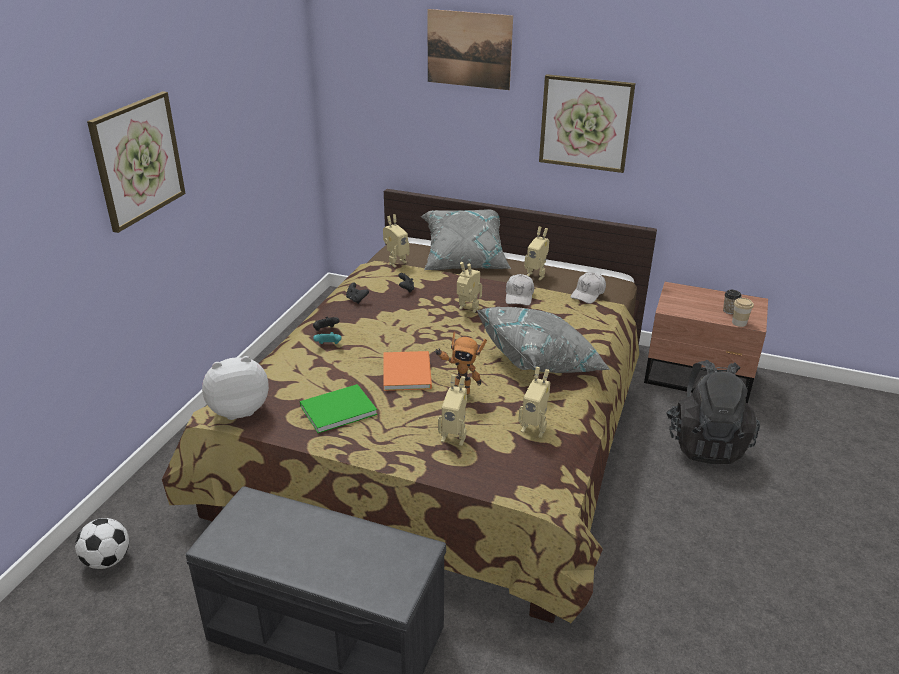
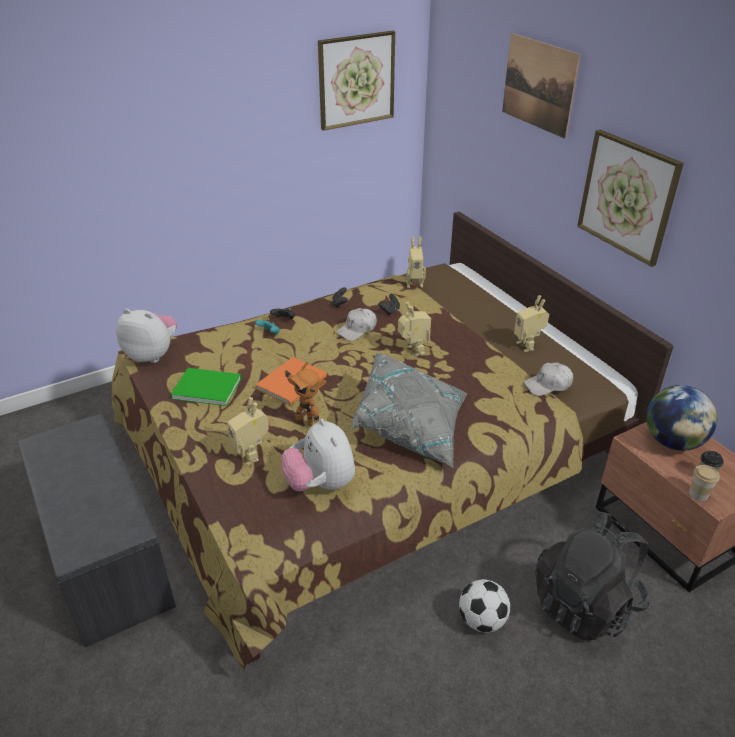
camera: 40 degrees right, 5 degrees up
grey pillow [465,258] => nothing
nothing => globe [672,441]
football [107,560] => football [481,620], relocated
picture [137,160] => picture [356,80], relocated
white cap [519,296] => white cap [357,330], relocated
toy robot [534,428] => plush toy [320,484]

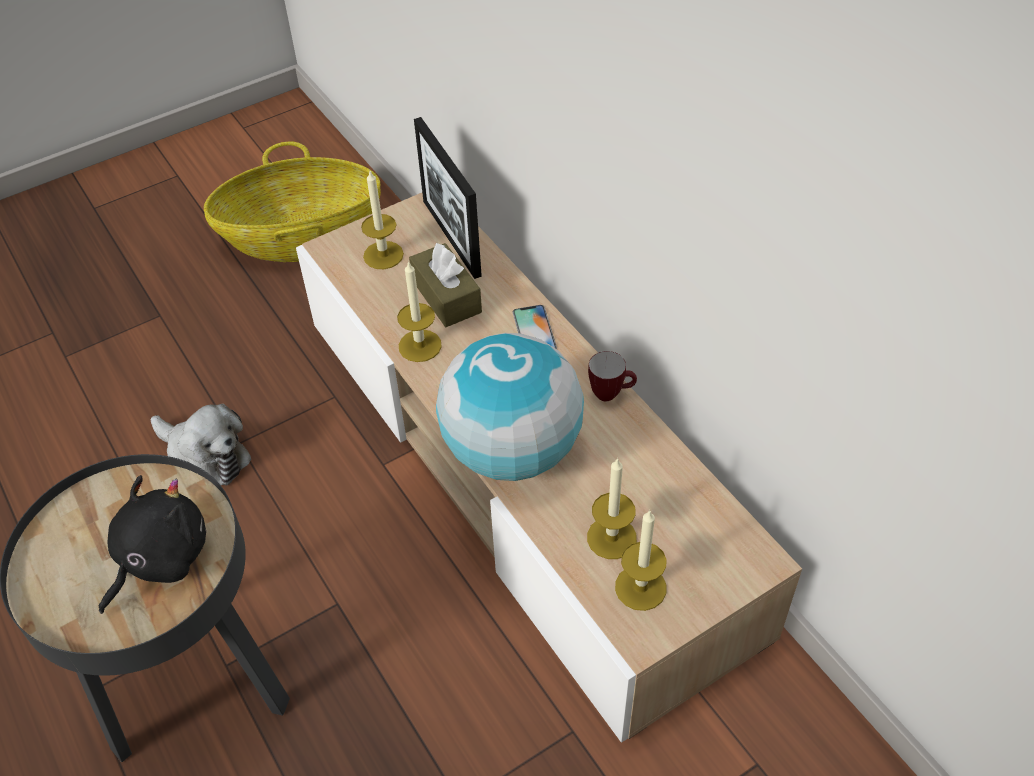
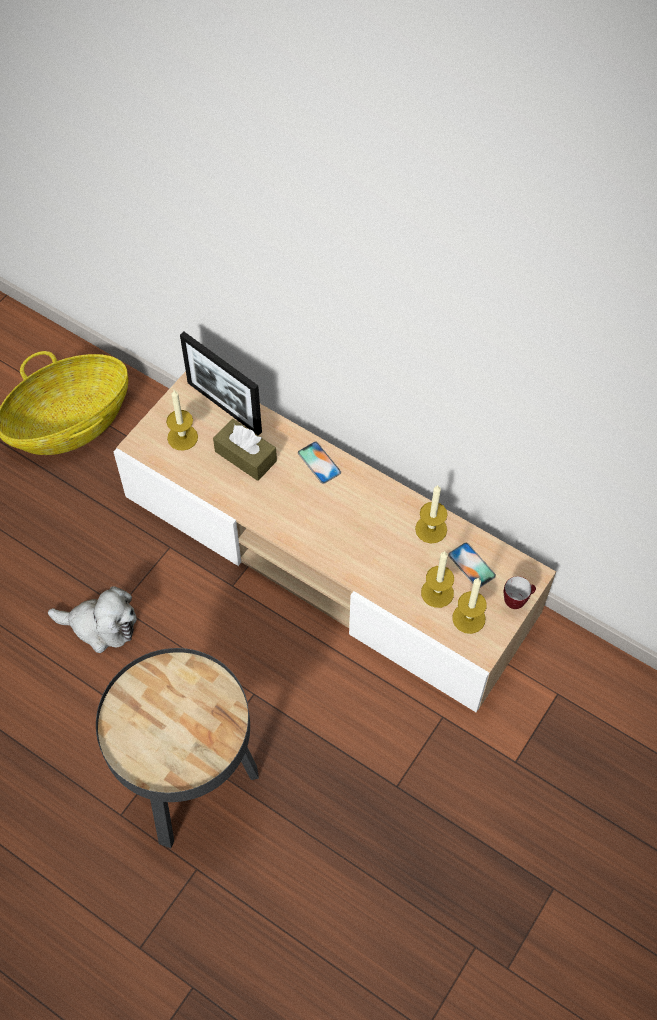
camera: 25 degrees left, 10 degrees up
black plush toy [159,558] => nothing
globe [512,451] => nothing
nothing => phone [471,565]
candle [420,345] => candle [431,529], relocated
mug [611,394] => mug [517,601], relocated

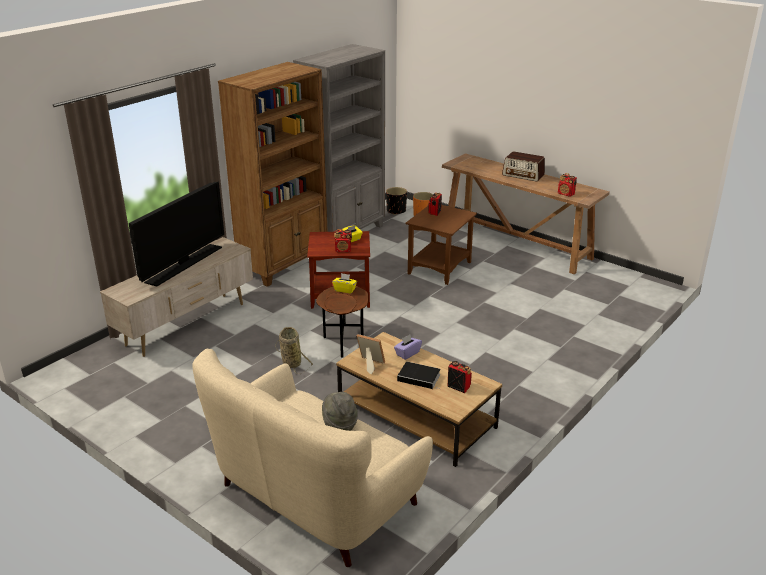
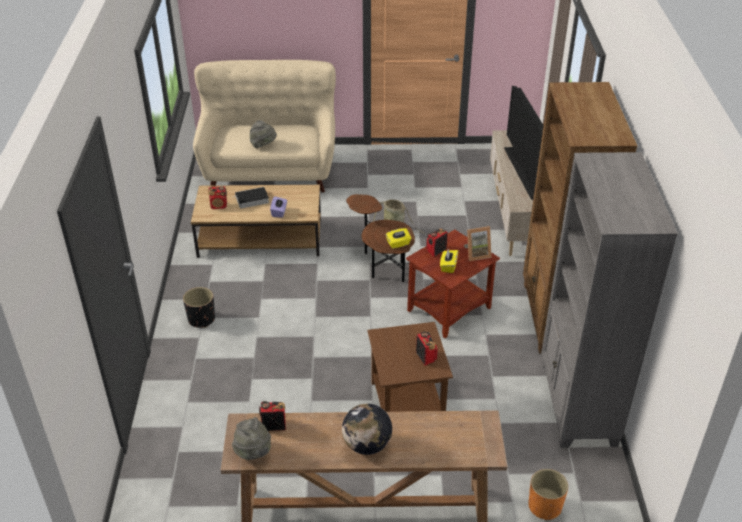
camera: 140 degrees right, 10 degrees up
nothing => grey hat [253,453]
picture frame [369,364] => picture frame [477,254], relocated
black planter [396,211] => black planter [201,319], relocated
radio [523,175] => globe [367,445]

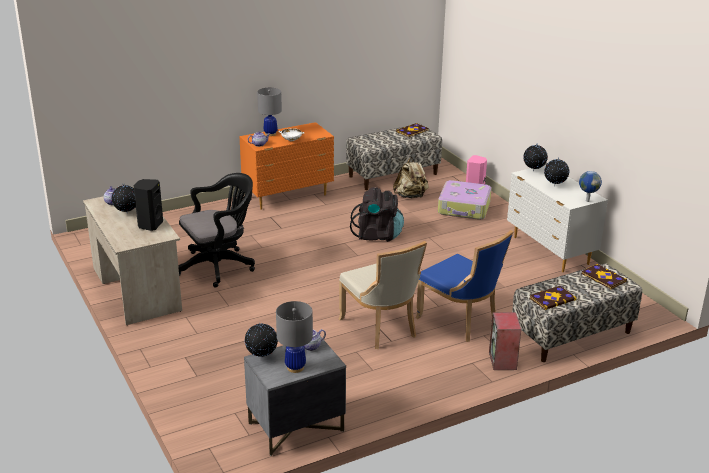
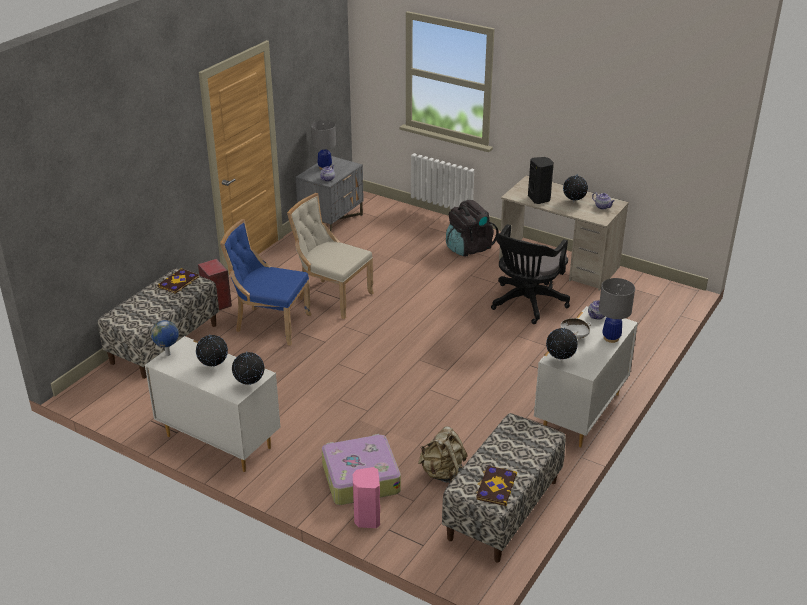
camera: 150 degrees right, 5 degrees up
book [603,278] => nothing
globe [261,357] => globe [560,360], relocated
black backpack [377,235] => black backpack [469,248], relocated
orange dresser [288,196] => white dresser [580,413]

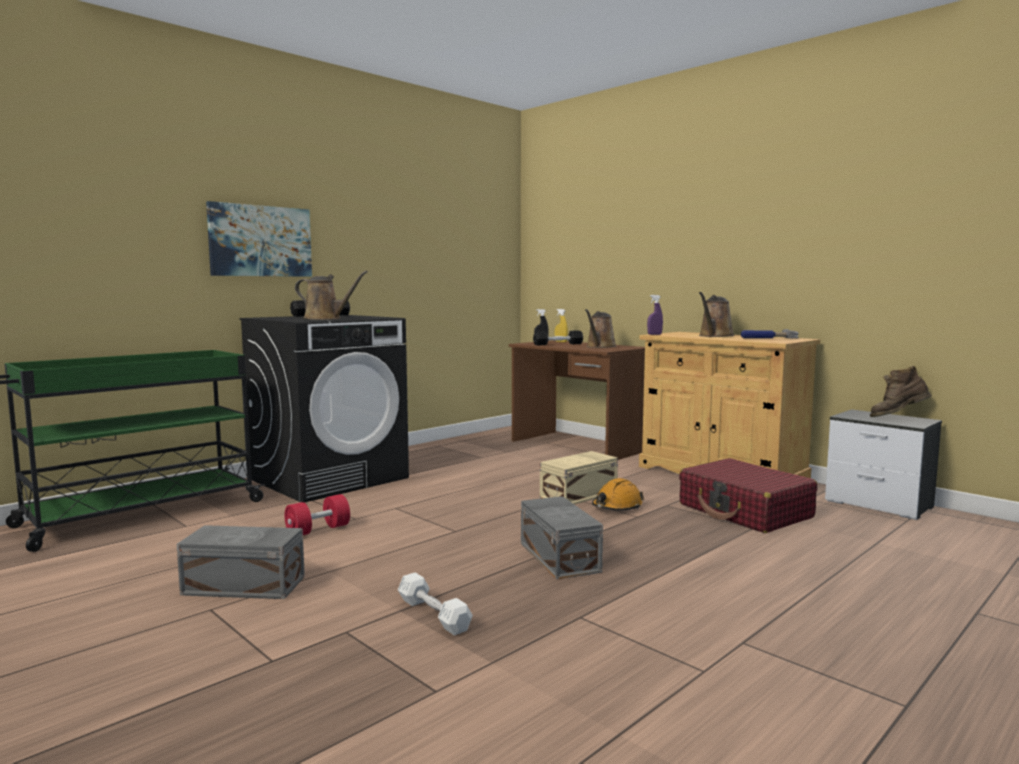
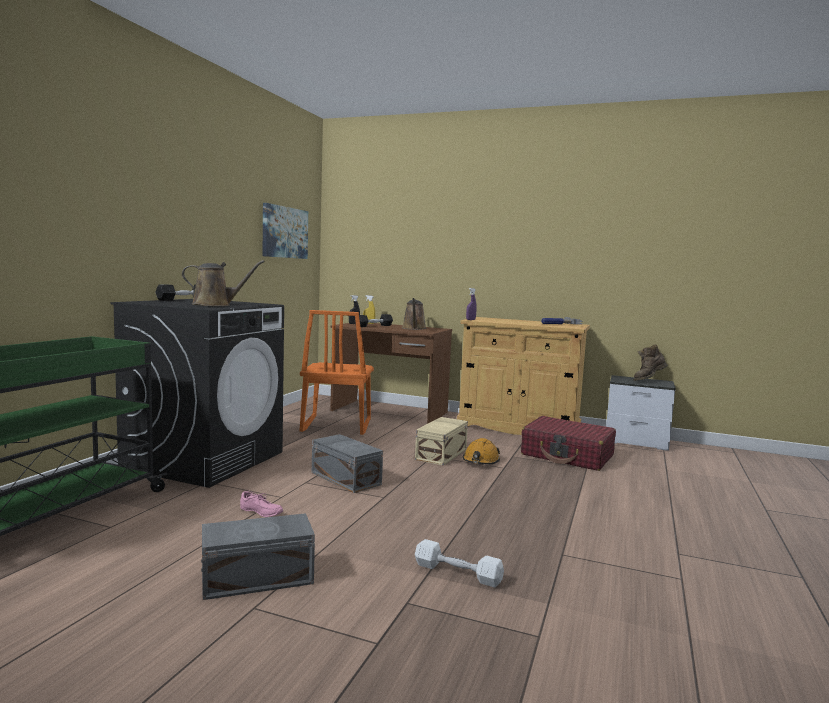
camera: 25 degrees left, 0 degrees up
brown watering can [715,336] => nothing
nothing => orange chair [335,426]
picture [260,241] => picture [284,232], relocated
grey storage box [560,556] => grey storage box [346,478], relocated
red dumbbell [318,530] => pink shoe [260,513]

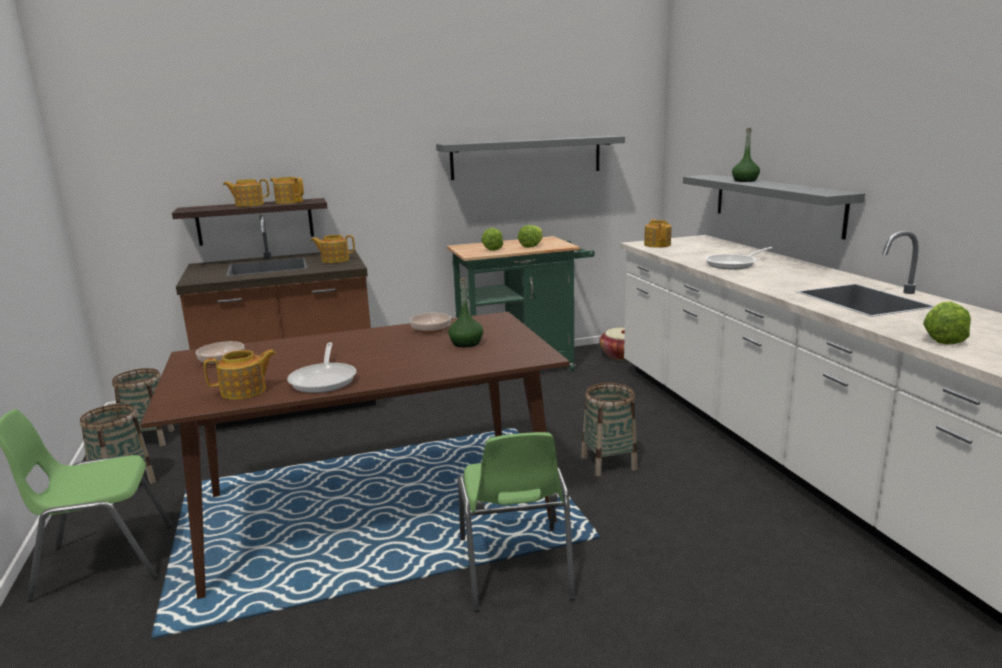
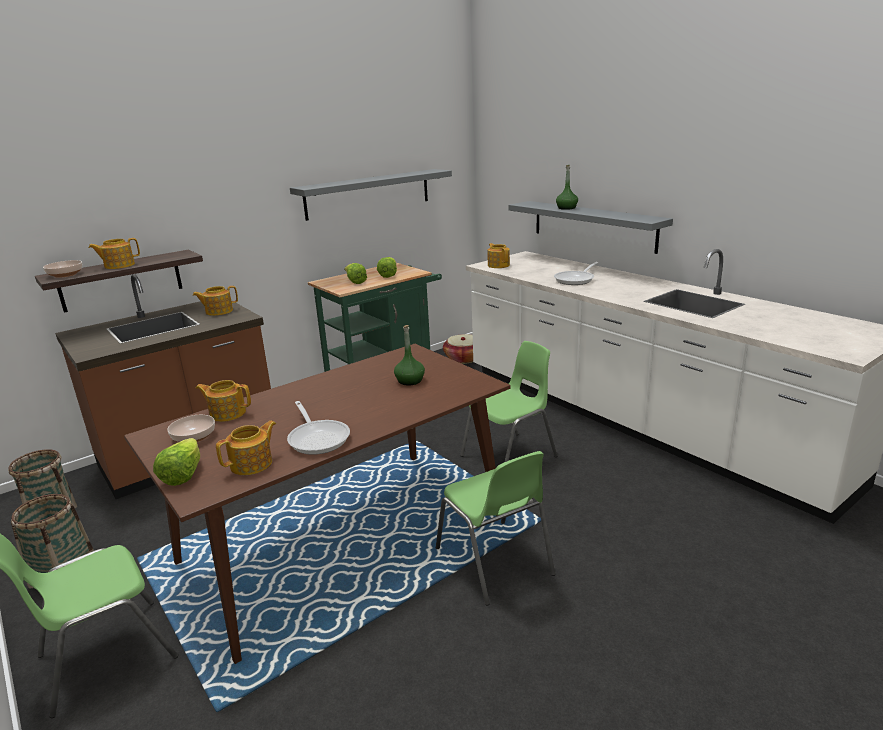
camera: 20 degrees left, 5 degrees up
teapot [289,202] => teapot [227,413], relocated
bowl [430,330] => bowl [65,274], relocated
lettuce [942,338] => lettuce [183,475], relocated
basket [608,463] => green chair [510,456]

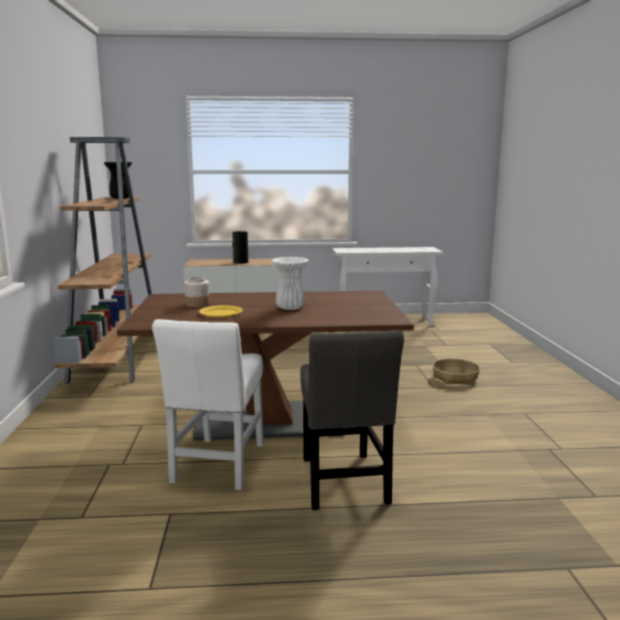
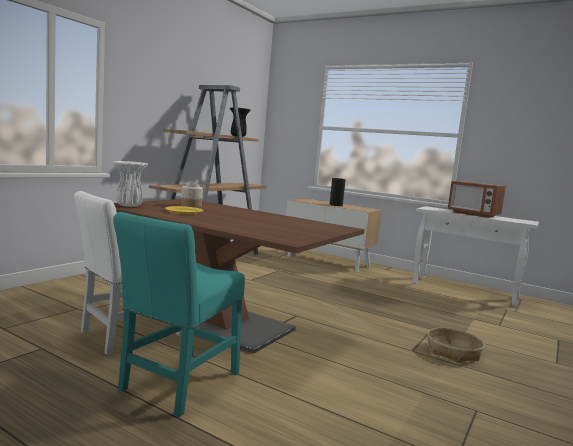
camera: 35 degrees right, 5 degrees down
nothing => microwave [473,214]
white vase [290,308] => white vase [129,205], relocated
grey chair [344,483] => turquoise chair [178,384]

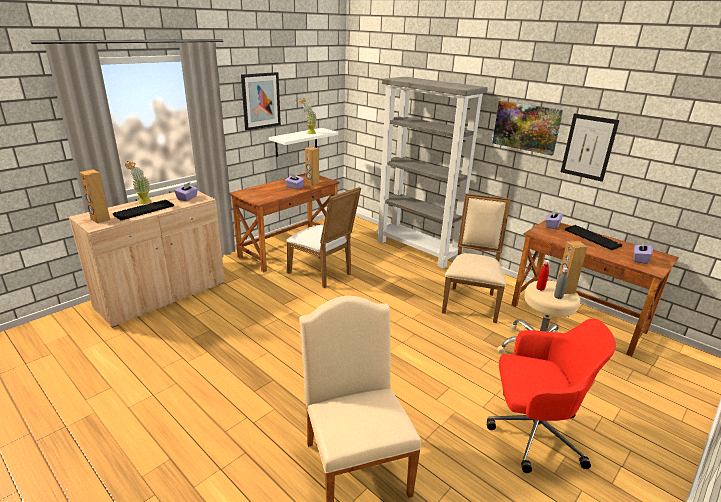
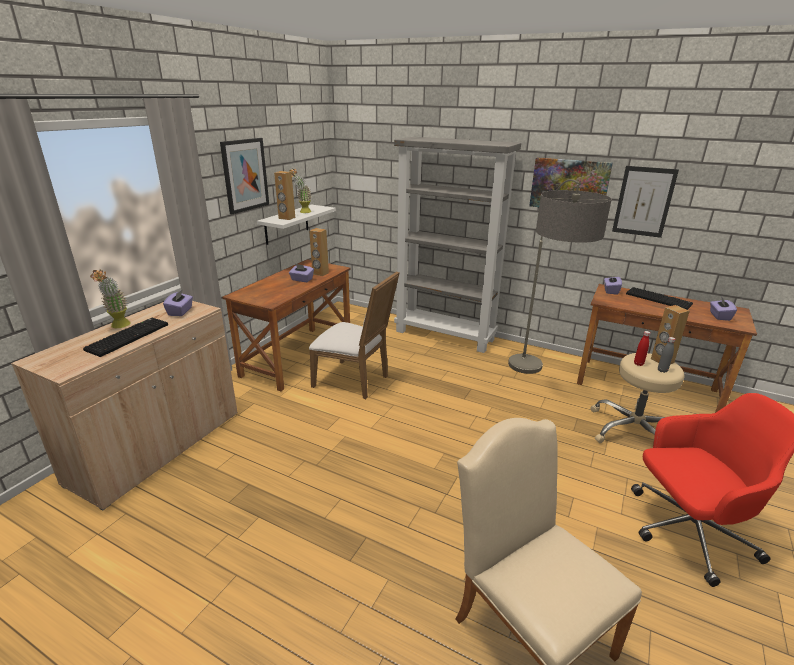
camera: 15 degrees left, 0 degrees up
brown speaker [100,219] => brown speaker [286,218], relocated
beige chair [471,301] => floor lamp [534,387]

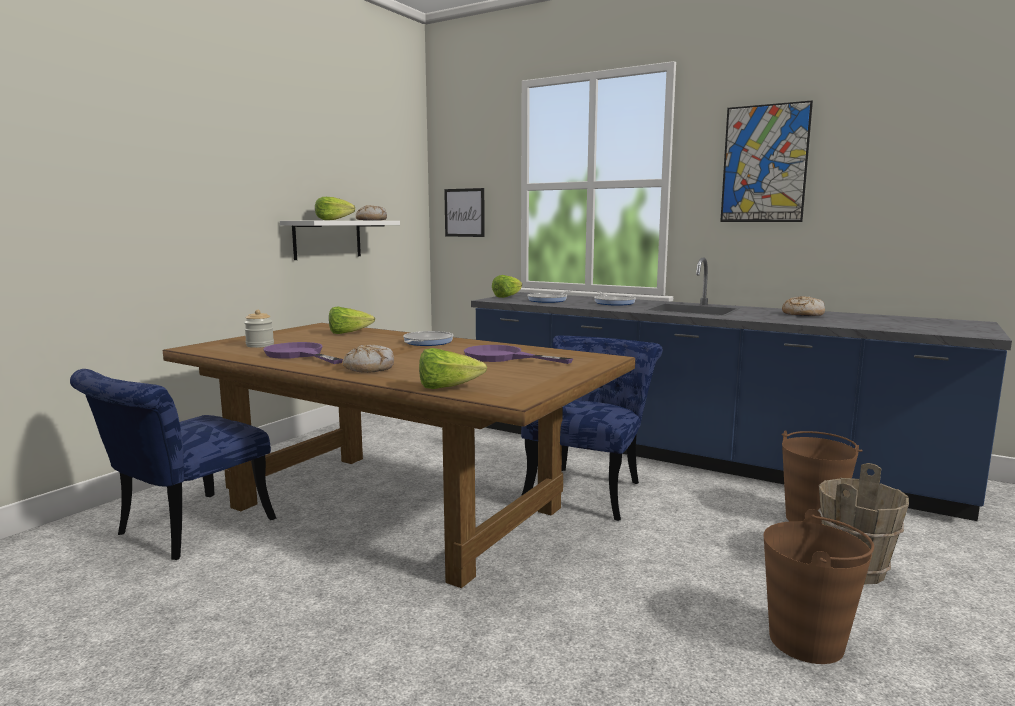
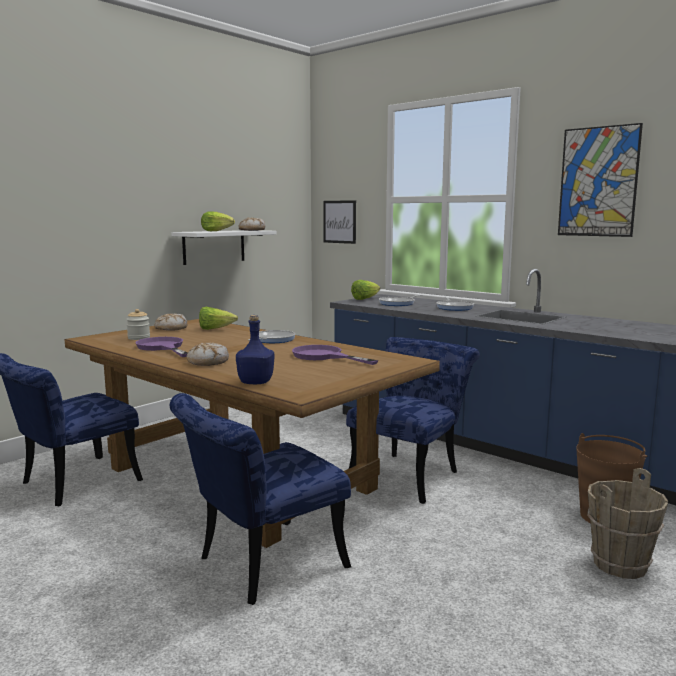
camera: 10 degrees right, 0 degrees up
brown bucket [807,642] => nothing
nothing => blue chair [260,565]
bread [802,314] => bread [171,328], relocated
lettuce [447,388] => blue bottle [256,382]

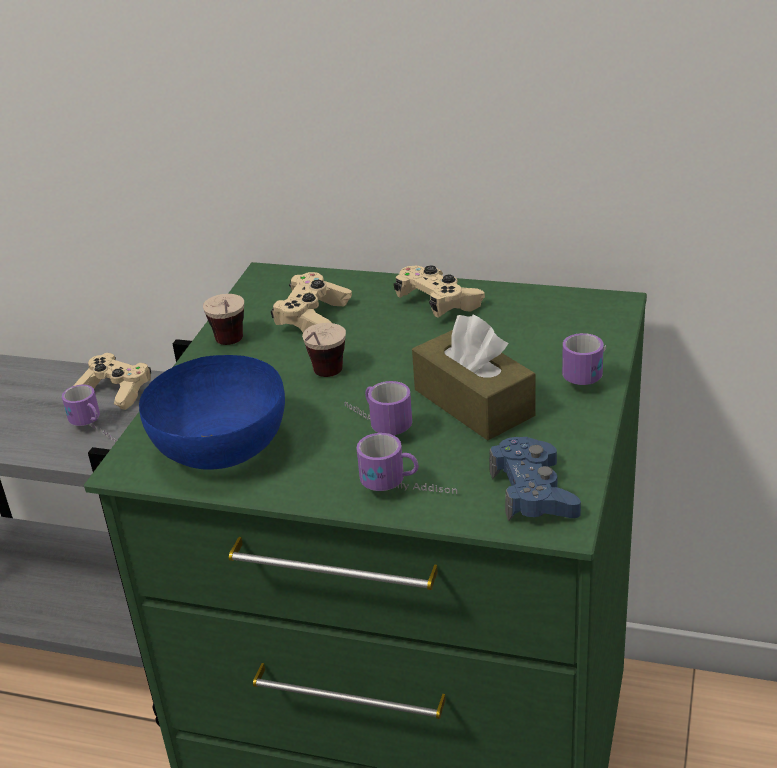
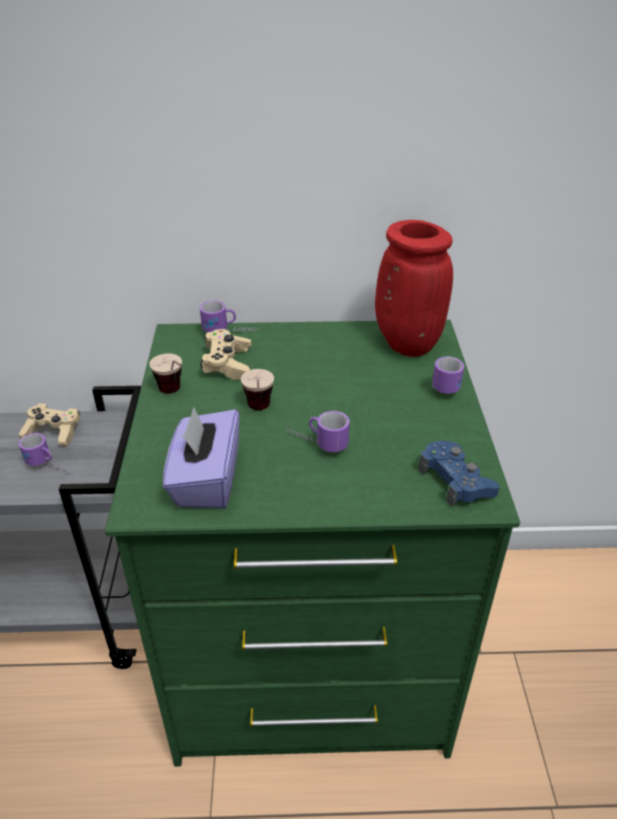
camera: 20 degrees left, 5 degrees up
beige game controller [438,303] => nothing
brown tissue box [473,403] => nothing
nothing => red vase [405,344]
mug [408,491] => mug [230,333], relocated
blue bowl [221,447] => purple tissue box [206,480]

